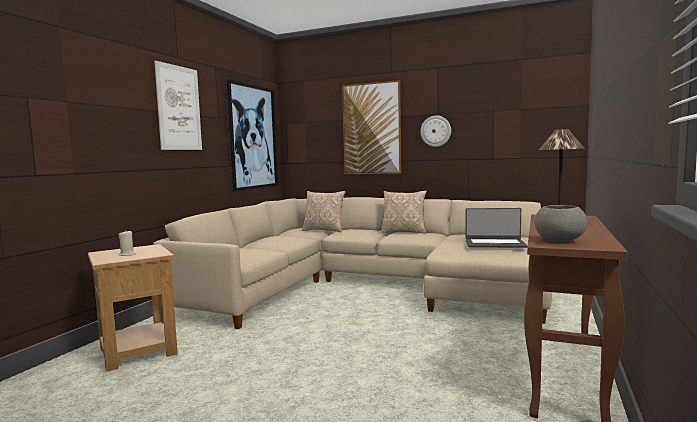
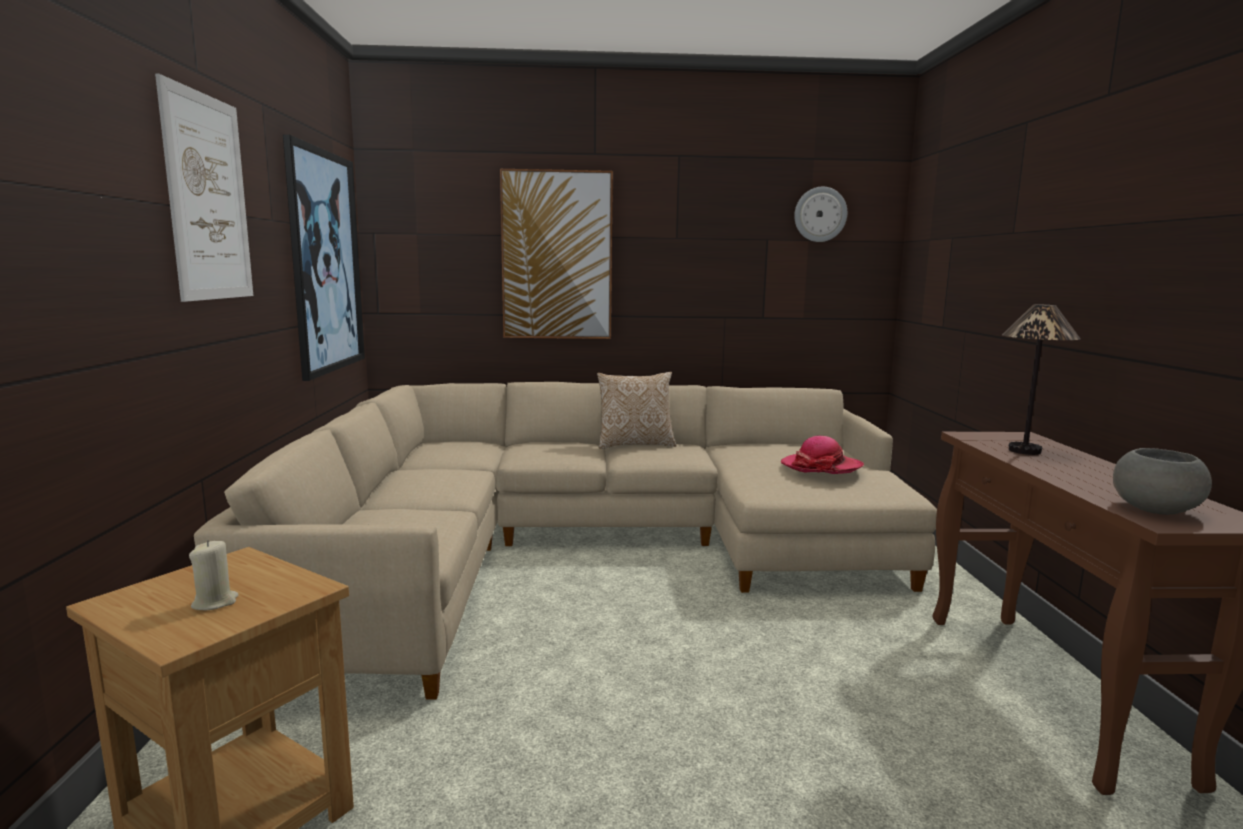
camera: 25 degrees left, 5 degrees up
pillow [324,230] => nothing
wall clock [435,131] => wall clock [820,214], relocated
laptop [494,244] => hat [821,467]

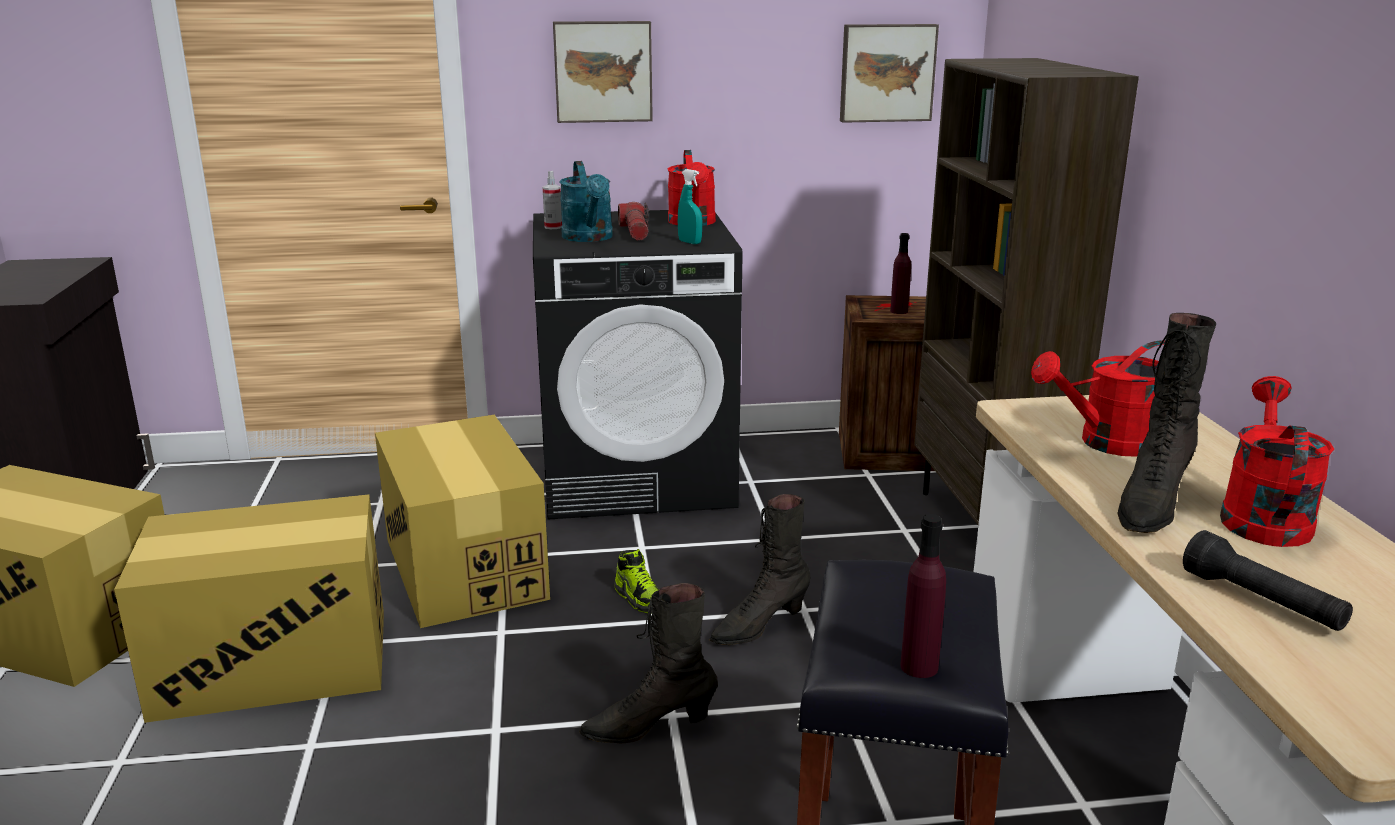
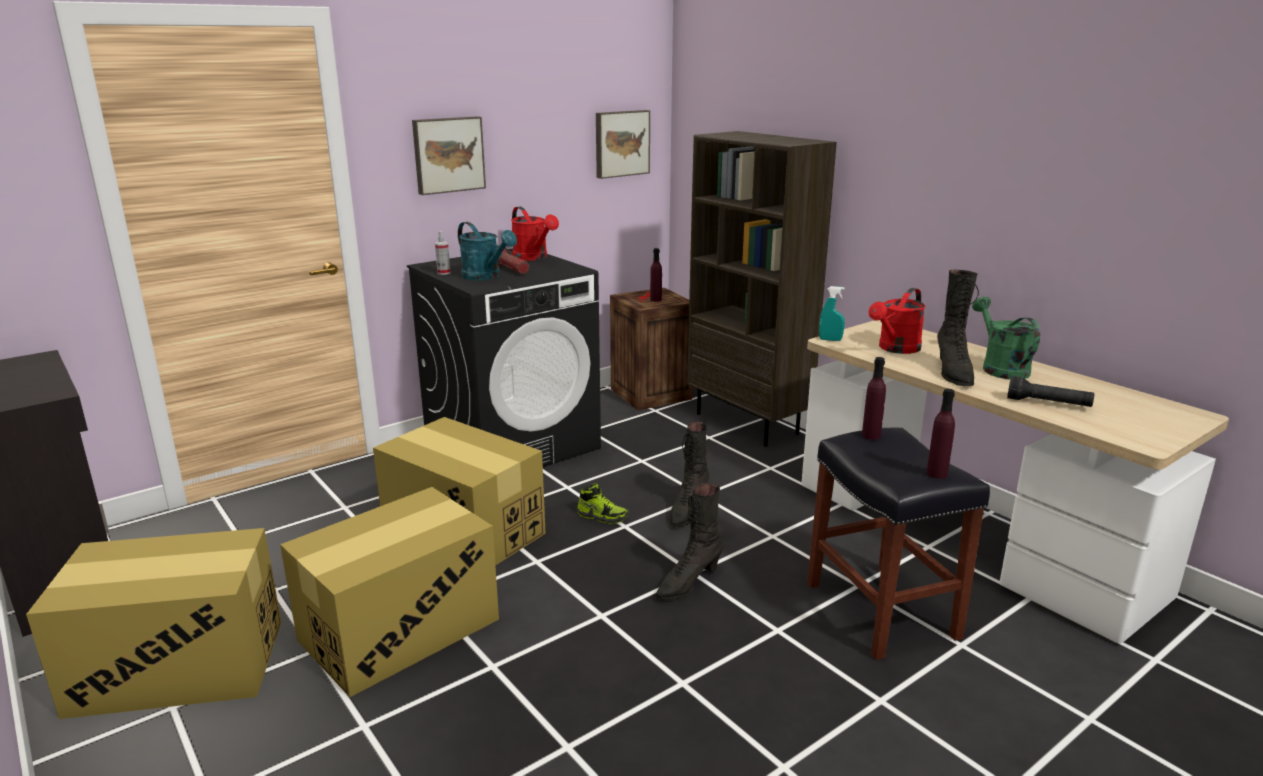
camera: 30 degrees left, 0 degrees up
nothing => purple bottle [871,435]
turquoise spray bottle [690,242] => turquoise spray bottle [830,340], relocated
red watering can [1262,516] => green watering can [1000,368]

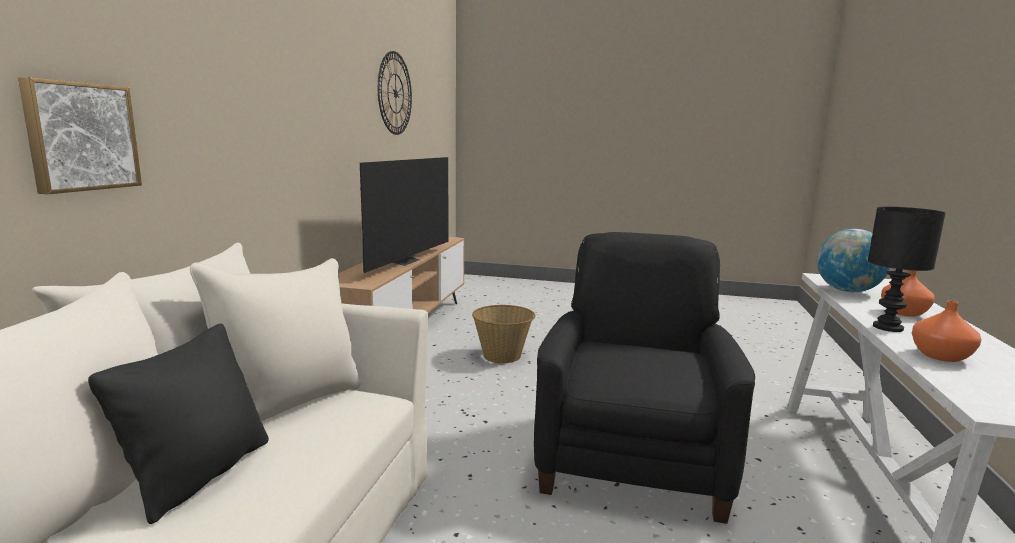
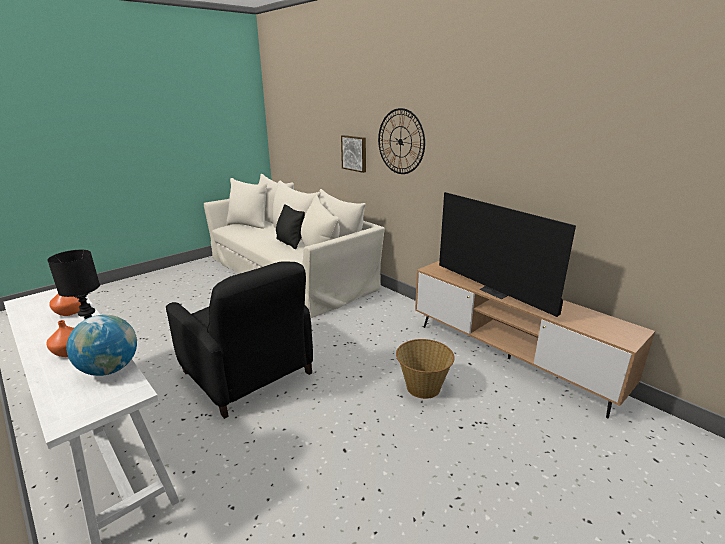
camera: 125 degrees right, 10 degrees up
wall clock [395,93] => wall clock [400,142], relocated

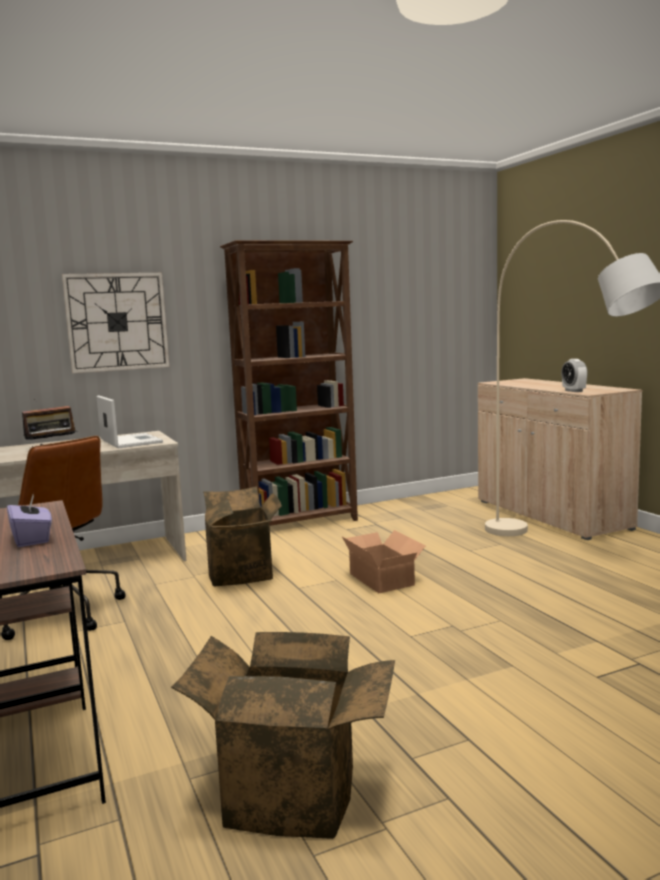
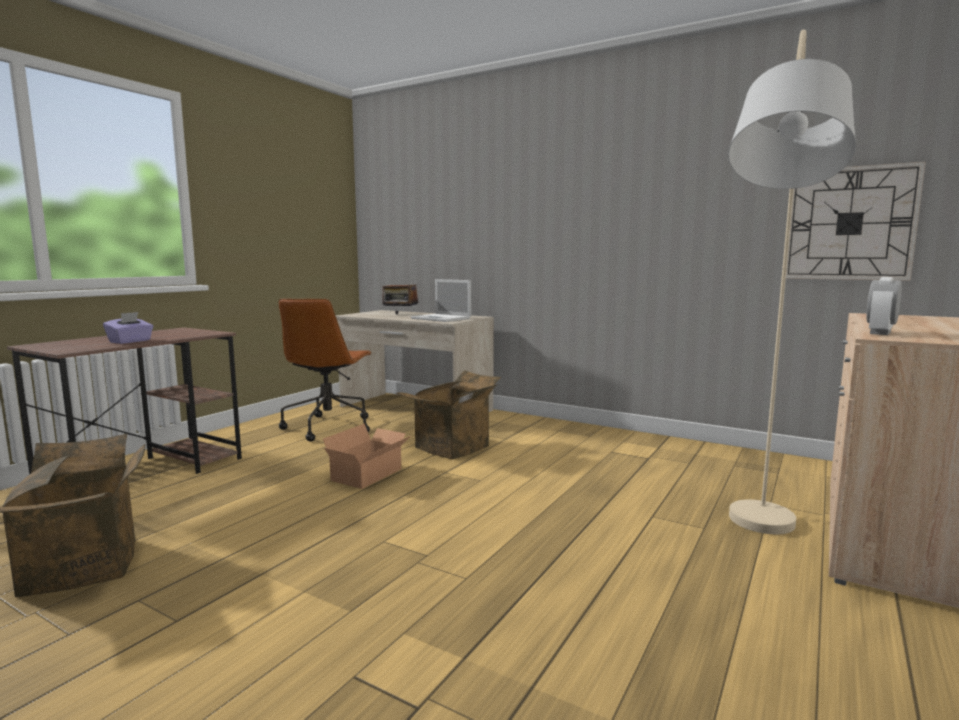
camera: 55 degrees right, 0 degrees up
brown bookcase [301,523] => nothing
wall clock [117,322] => wall clock [849,224], relocated
cardboard box [383,578] => cardboard box [370,475], relocated
laptop [130,441] => laptop [442,318], 105 degrees clockwise

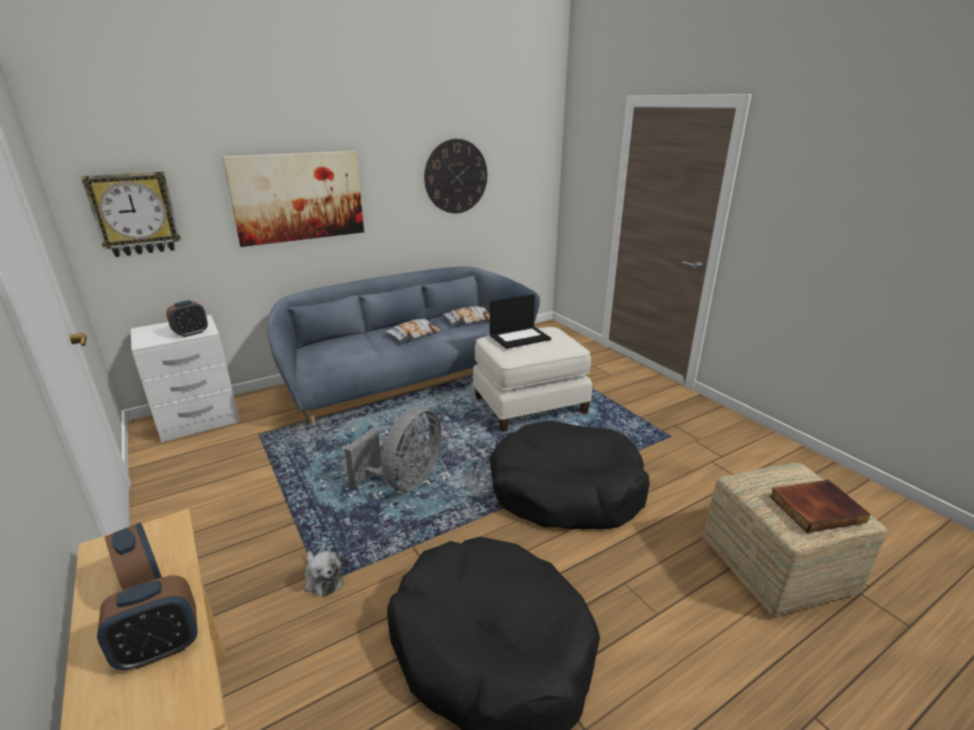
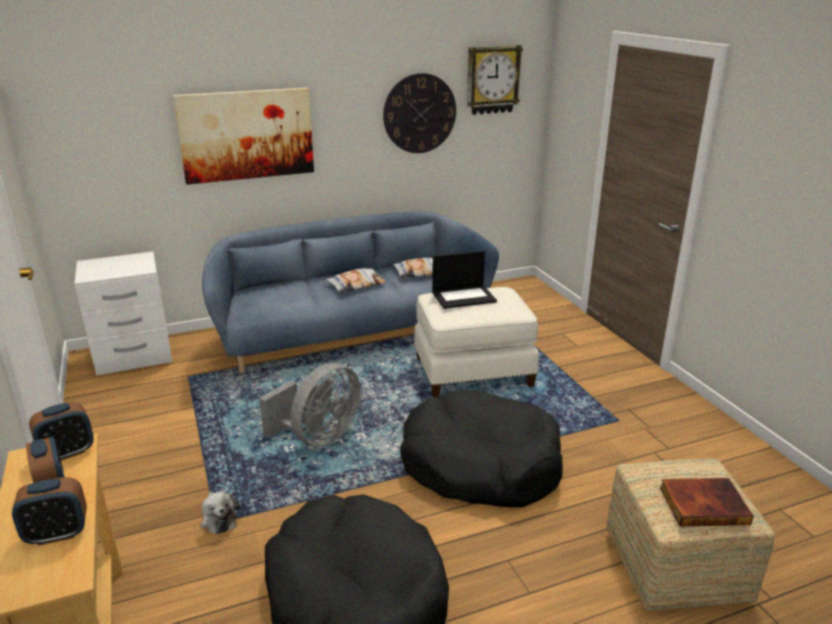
camera: 10 degrees right, 0 degrees up
wall clock [135,214] => wall clock [492,79], relocated
alarm clock [191,333] => alarm clock [67,453], relocated

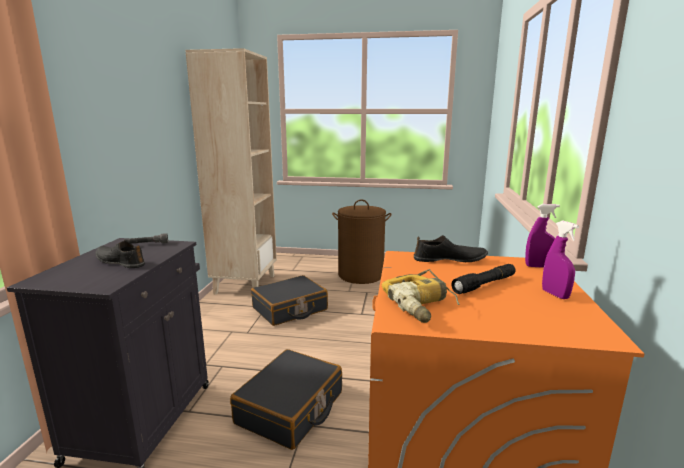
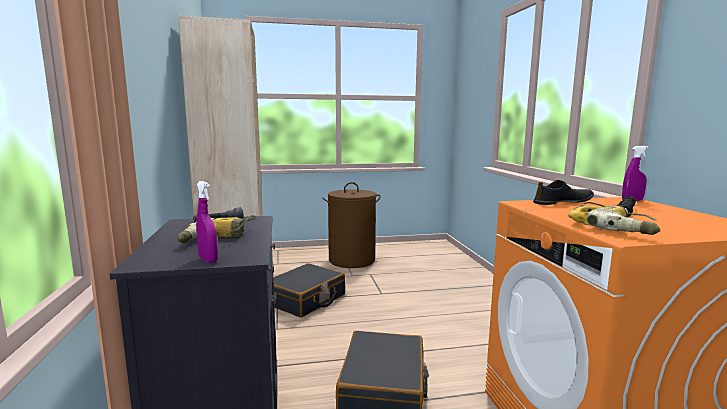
camera: 20 degrees left, 5 degrees down
purple spray bottle [555,294] => purple spray bottle [208,259], relocated
black shoe [120,261] => power drill [218,237]

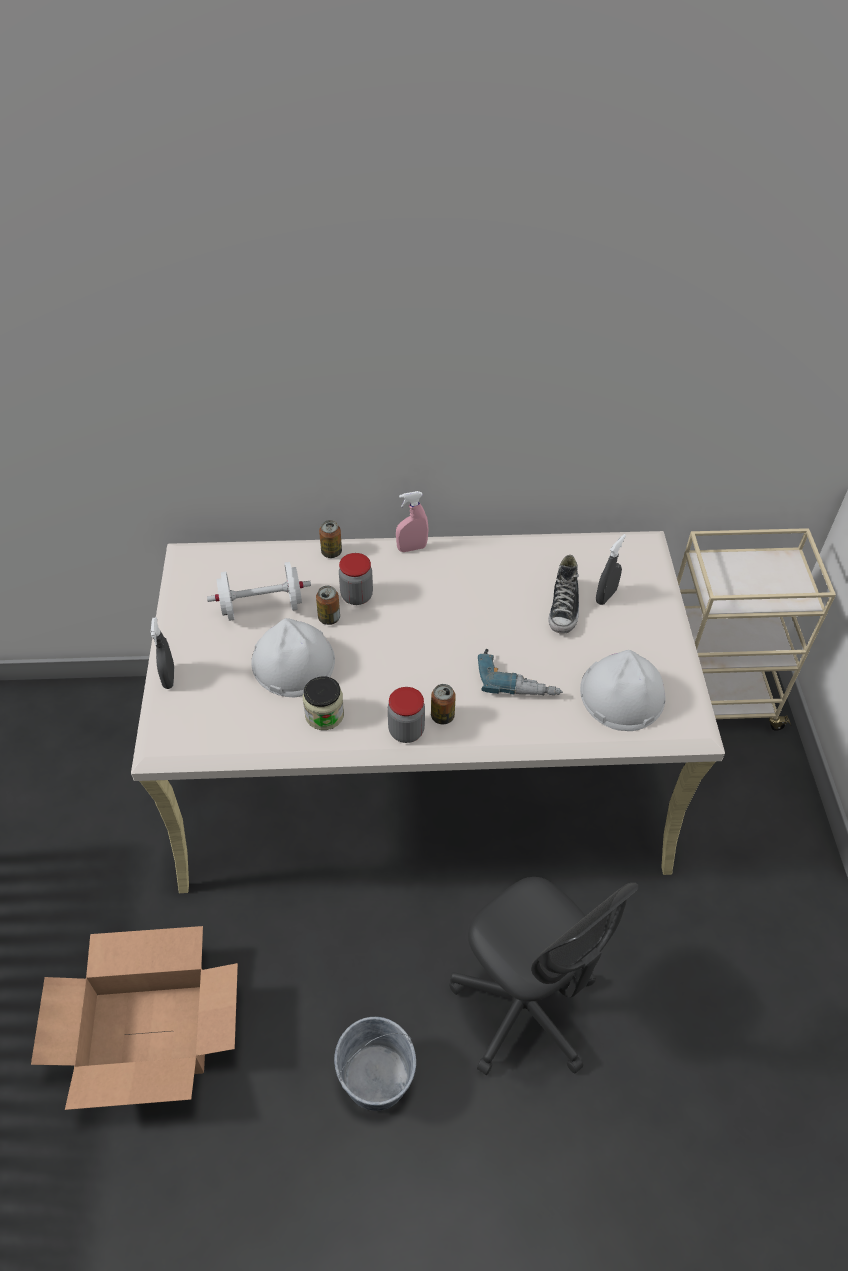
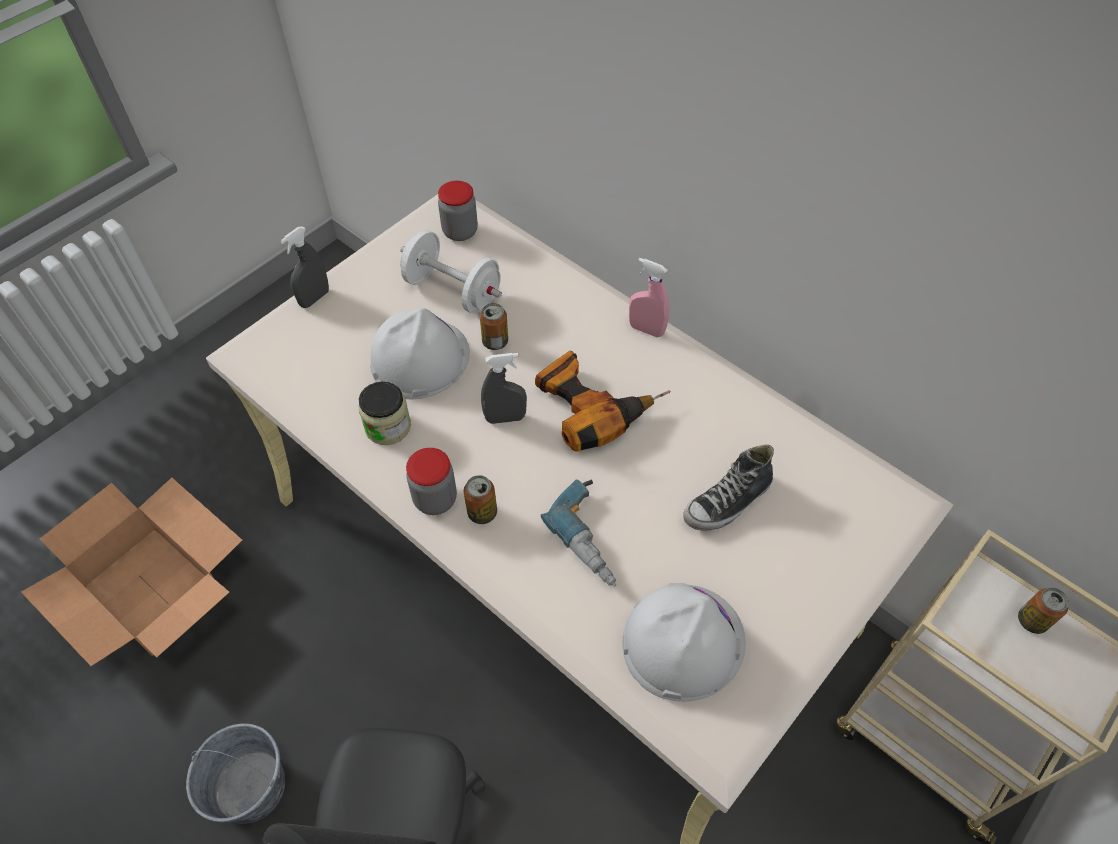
camera: 45 degrees right, 5 degrees up
nothing => power drill [592,404]
can [331,552] => can [1032,621], relocated
jar [356,596] => jar [460,231], relocated
grey spray bottle [606,596] => grey spray bottle [505,418], relocated

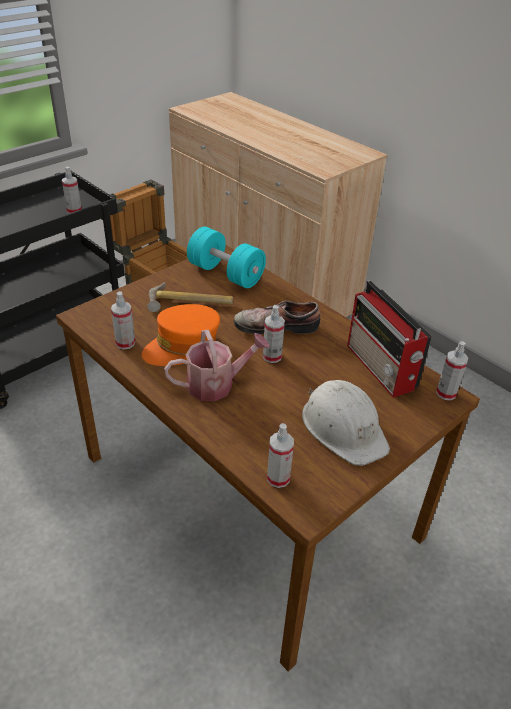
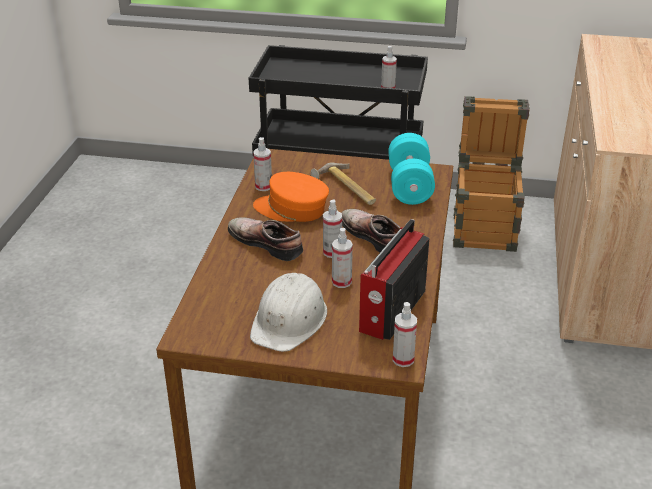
camera: 55 degrees right, 5 degrees down
spray bottle [278,478] => spray bottle [341,282], relocated
watering can [217,384] => shoe [267,242]

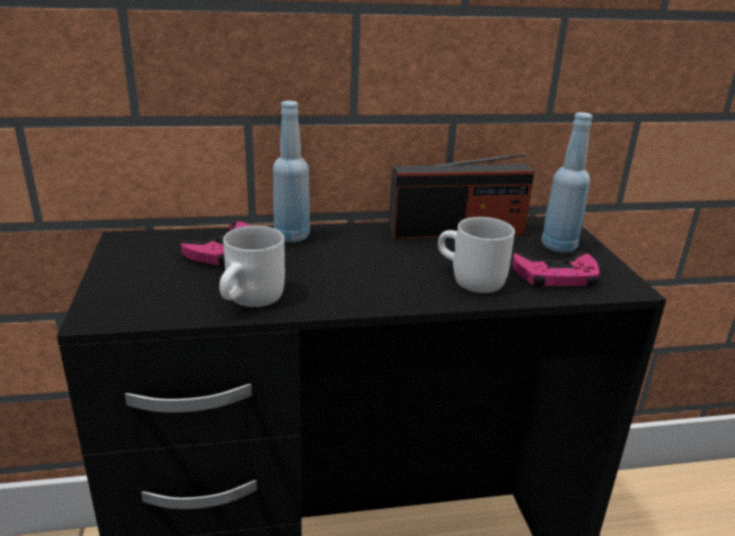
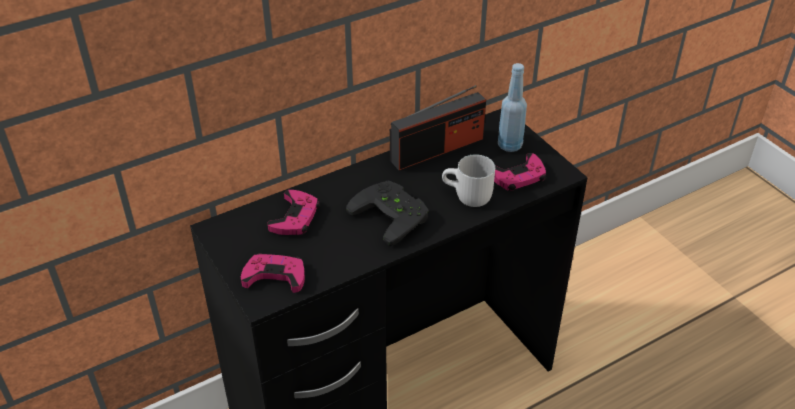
camera: 20 degrees left, 15 degrees up
white mug [254,300] => nothing
blue bottle [292,236] => nothing
nothing => pink game controller [275,276]
nothing => black game controller [393,214]

